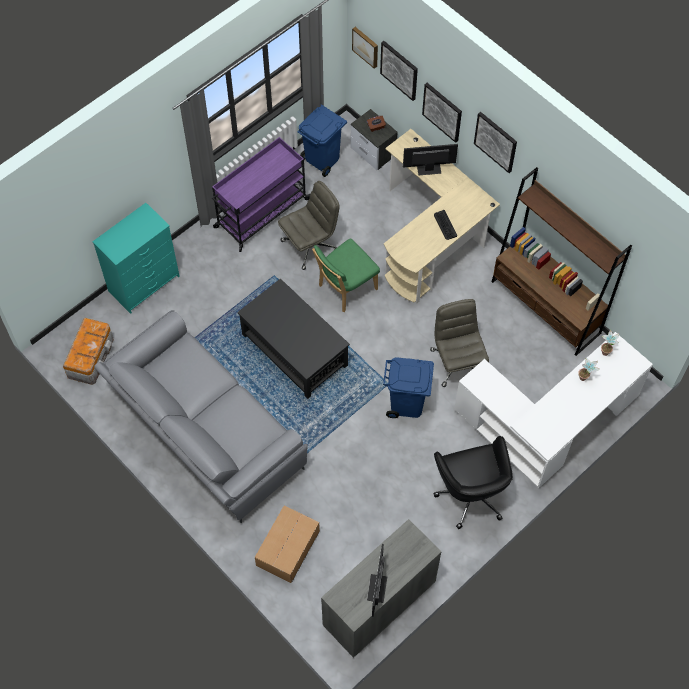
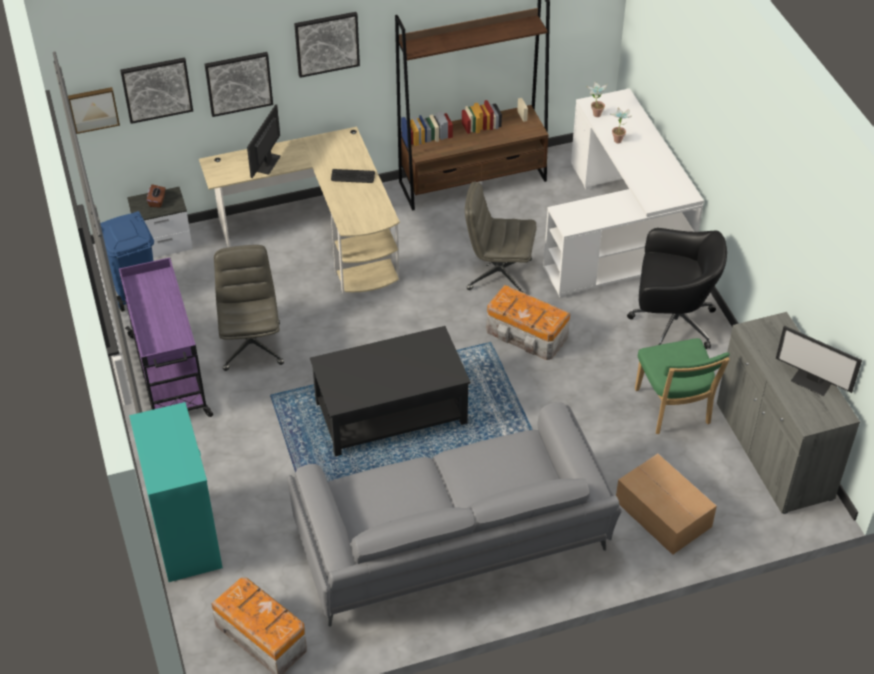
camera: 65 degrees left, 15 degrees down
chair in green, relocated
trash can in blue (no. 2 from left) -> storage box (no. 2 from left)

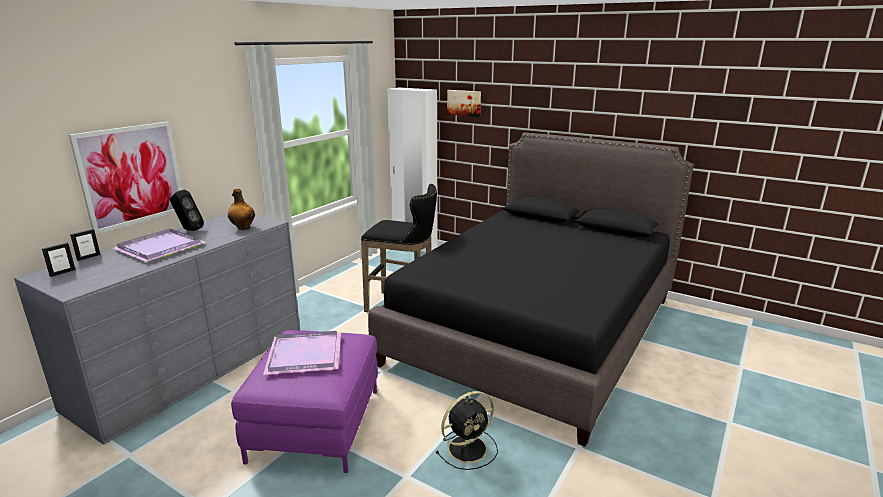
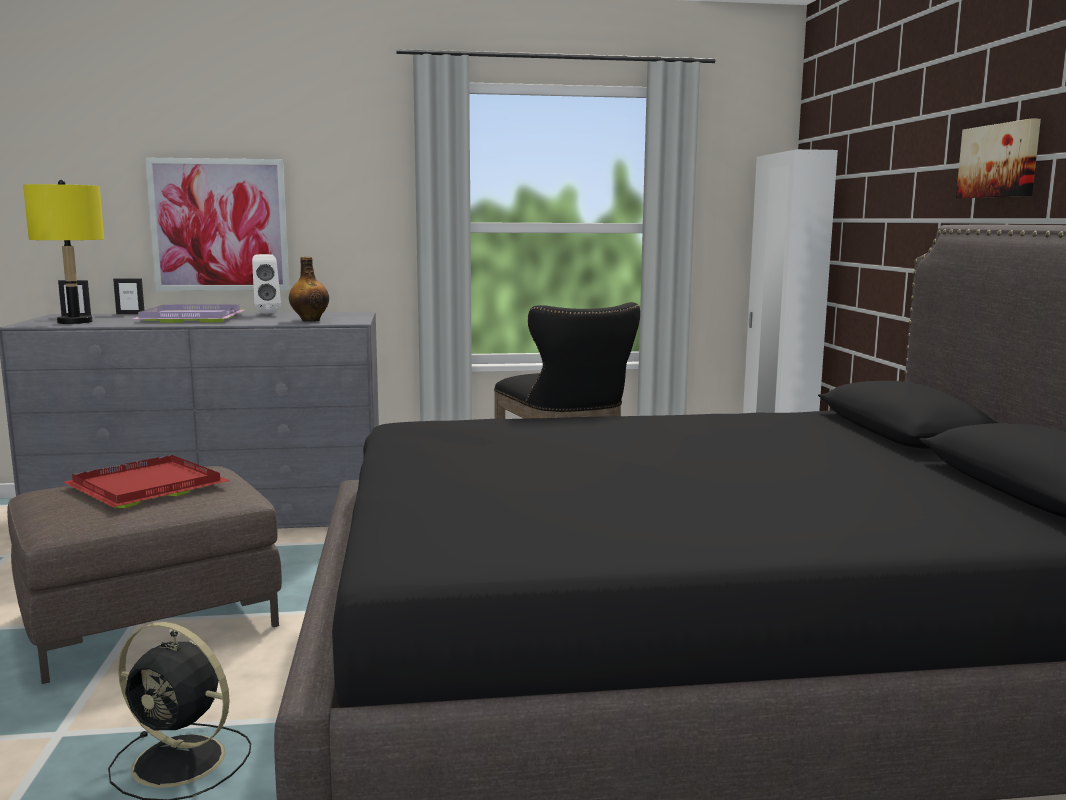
camera: 50 degrees right, 10 degrees down
speaker in black -> speaker in white
ottoman in purple -> ottoman in brown
tray in purple (no. 2 from left) -> tray in red
picture (no. 2 from left), relocated
none -> table lamp in yellow

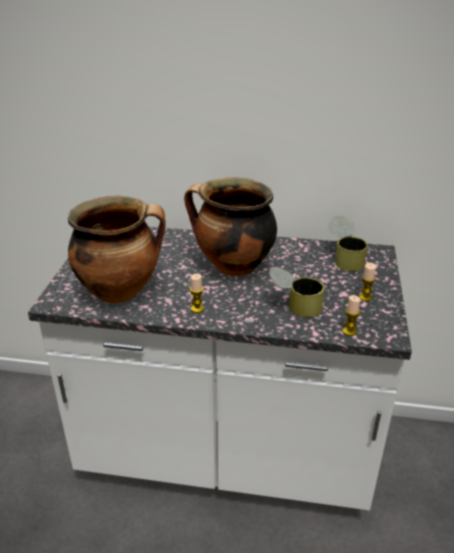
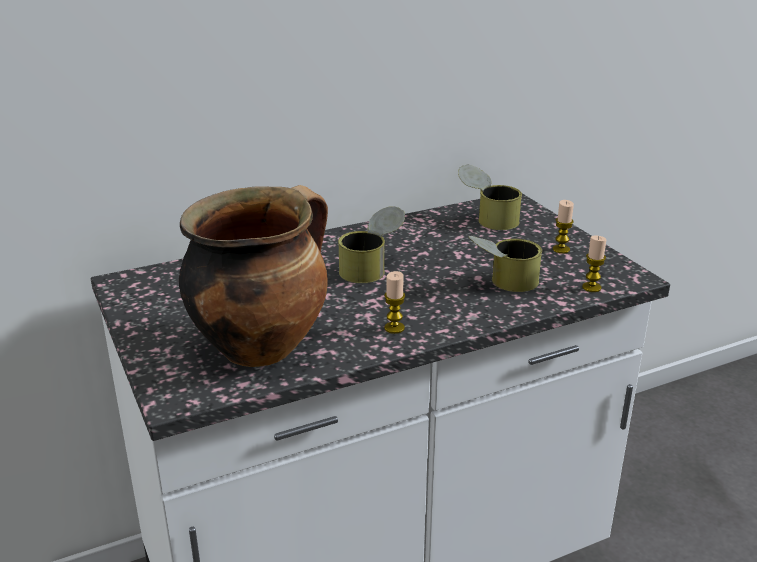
camera: 35 degrees left, 5 degrees down
cooking pot (no. 2 from left) -> can (no. 1 from left)

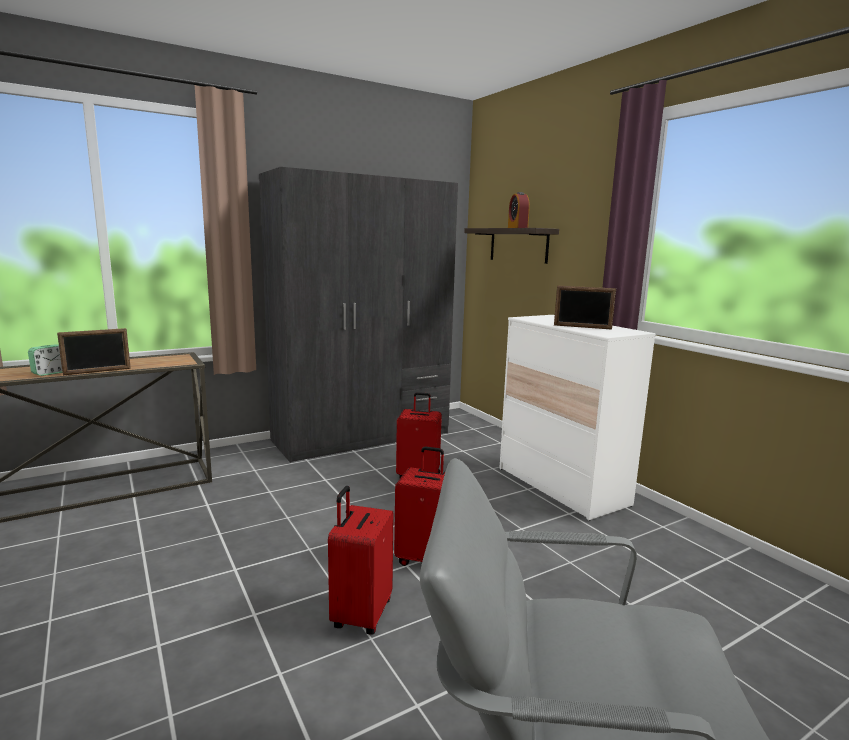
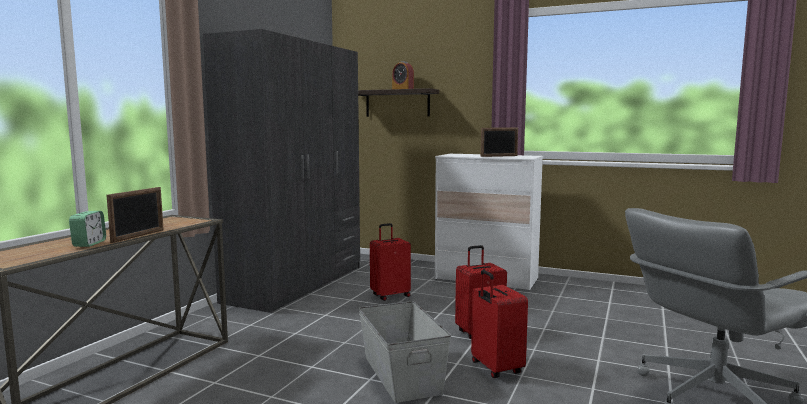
camera: 35 degrees left, 5 degrees down
none -> storage box in grey

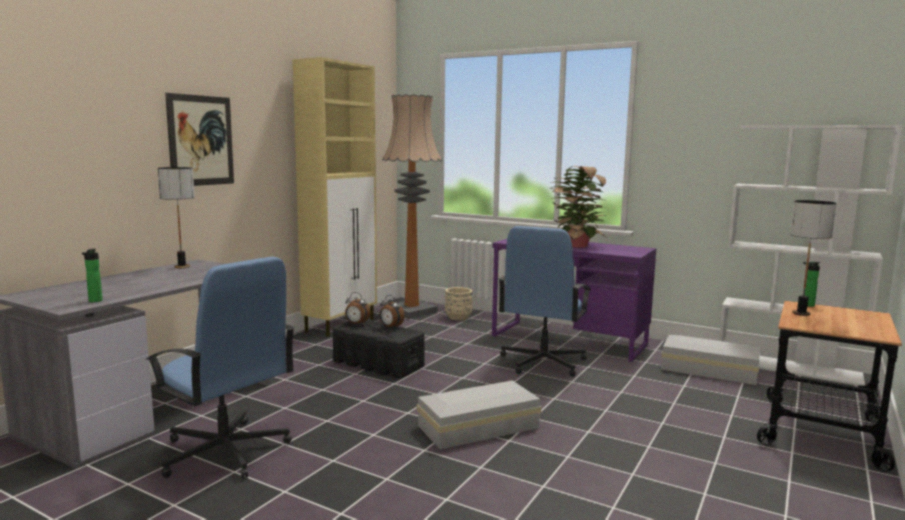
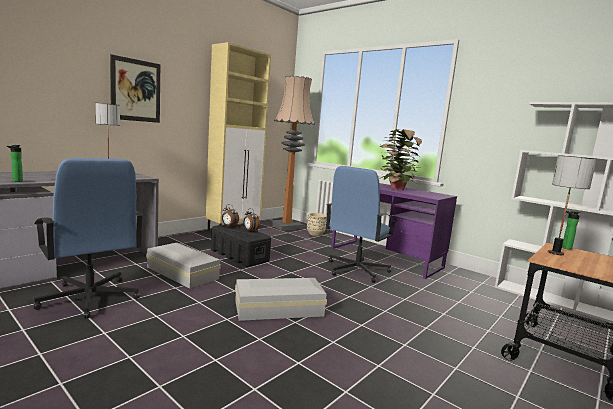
camera: 10 degrees right, 0 degrees up
storage box in white (no. 2 from left in the first image) -> storage box in white (no. 1 from left), relocated

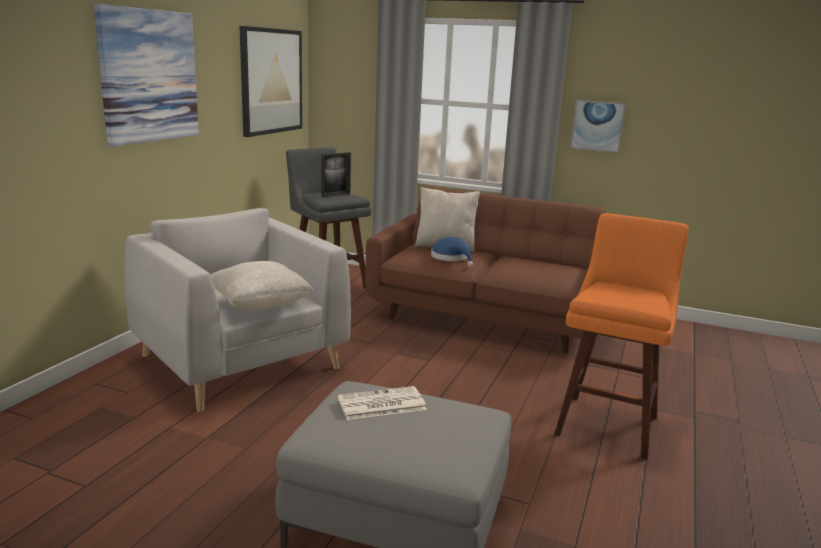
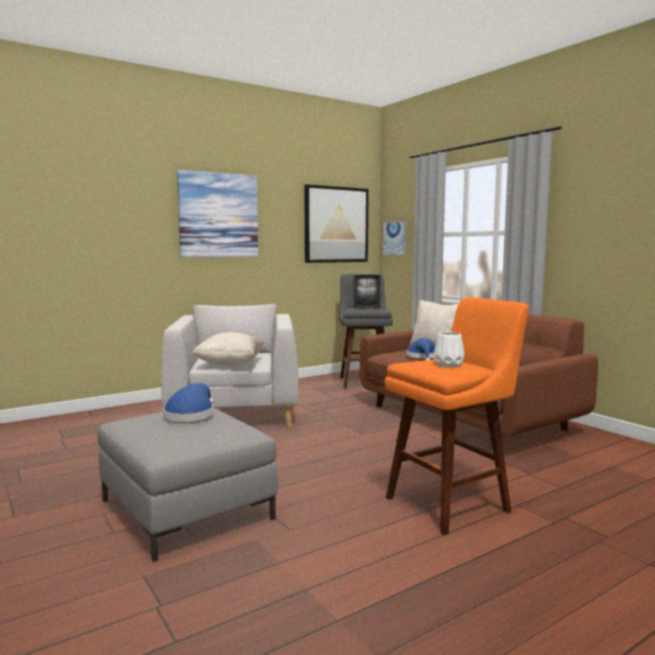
camera: 35 degrees right, 10 degrees down
newspaper -> hat in blue (no. 1 from left)
picture (no. 3 from left), relocated
none -> vase in white

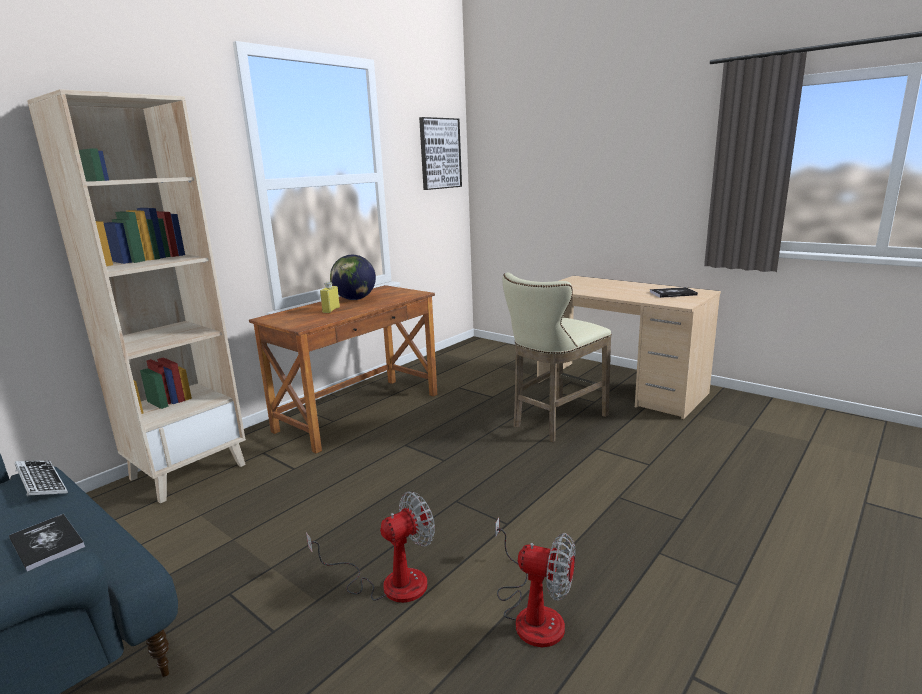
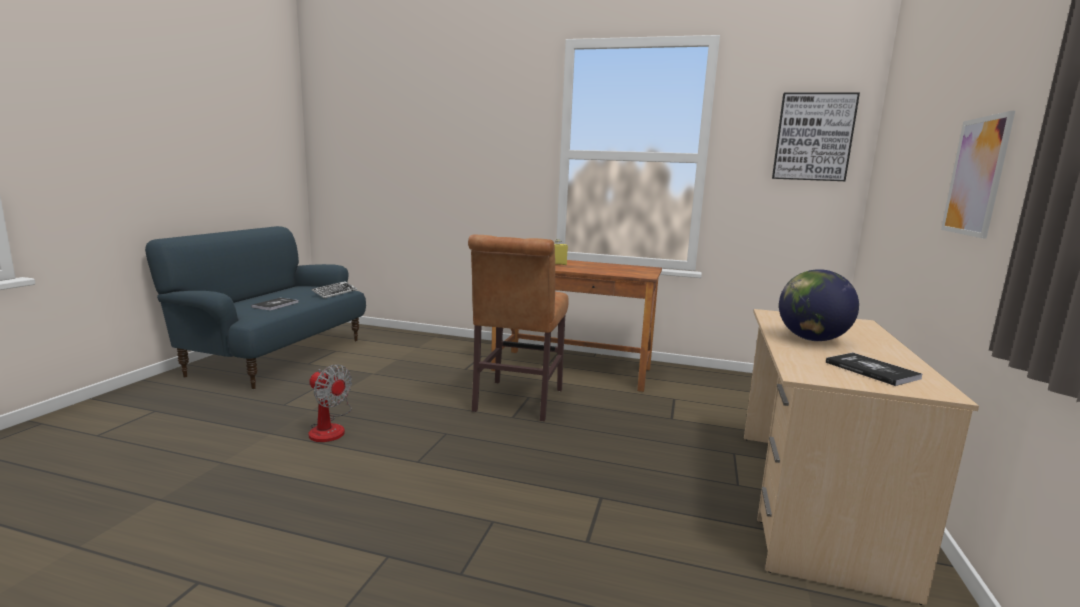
camera: 65 degrees right, 5 degrees down
bookcase in beige -> none
globe, relocated
fan (no. 2 from left) -> none
stool in beige -> none
none -> chair in brown
none -> picture (no. 2 from left)

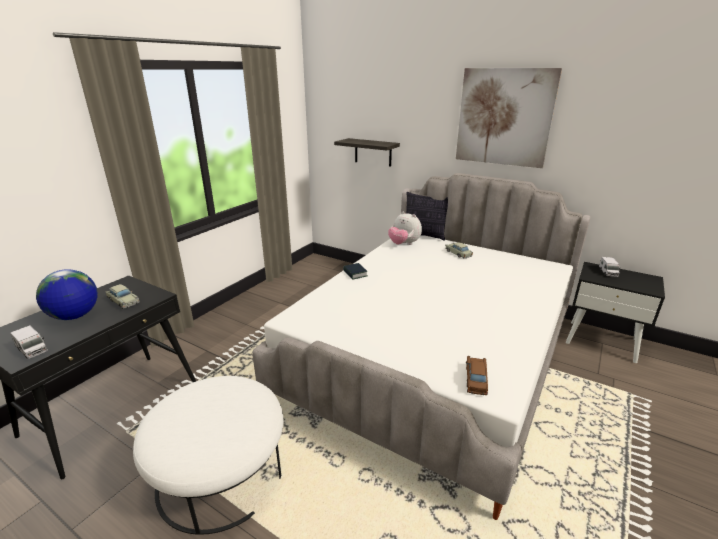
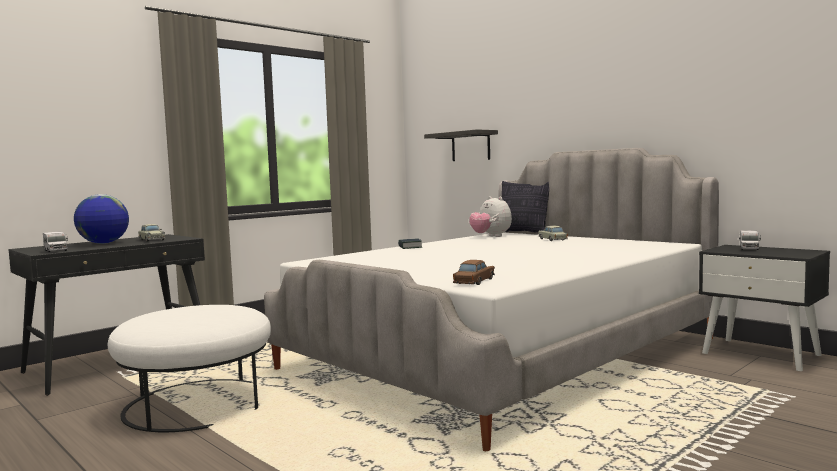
camera: 15 degrees right, 20 degrees down
picture -> none

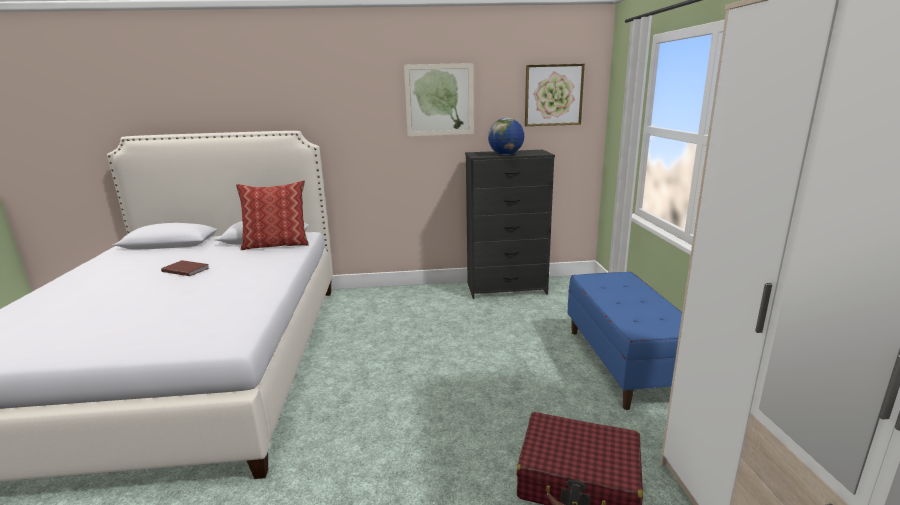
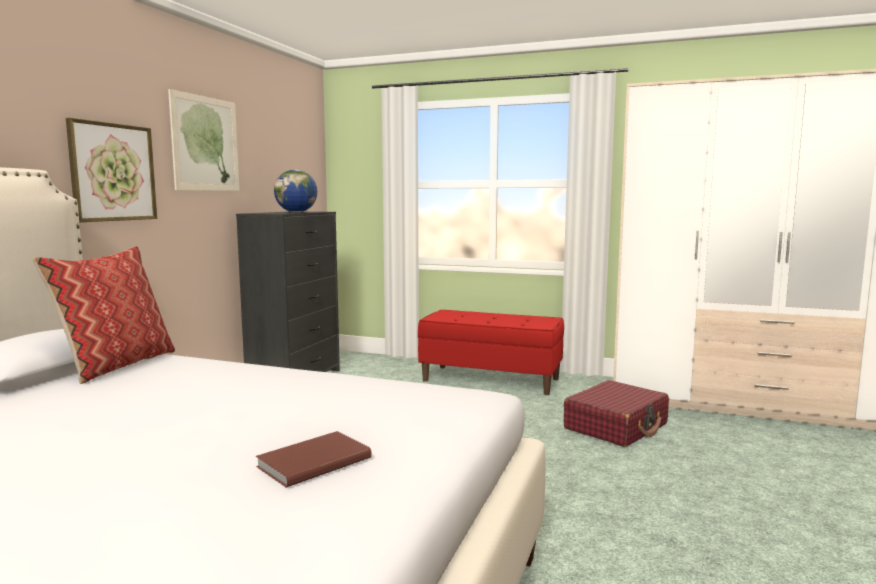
camera: 65 degrees left, 10 degrees down
book in brown, relocated
picture (no. 2 from left in the first image) -> picture (no. 1 from left), relocated
bench in blue -> bench in red

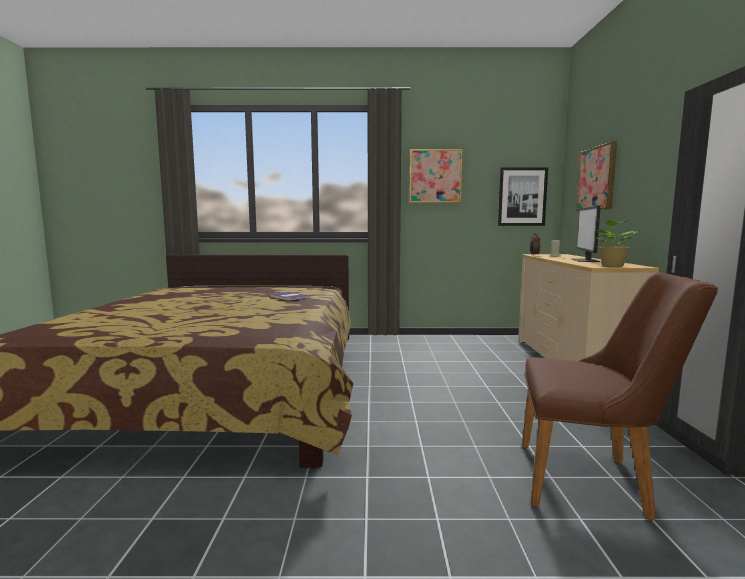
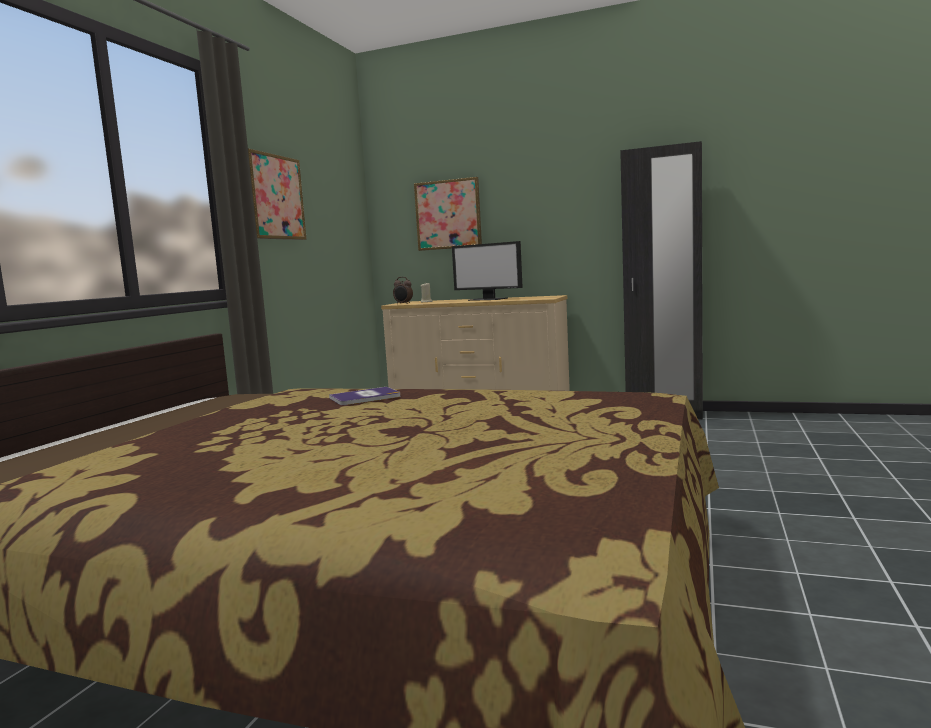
camera: 70 degrees left, 0 degrees up
picture (no. 2 from left) -> none
chair in brown -> none
potted plant -> none

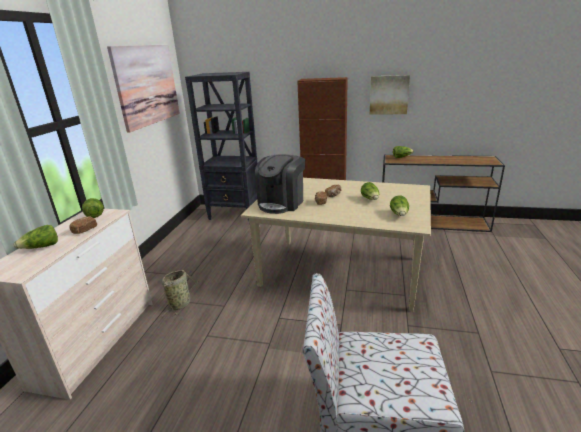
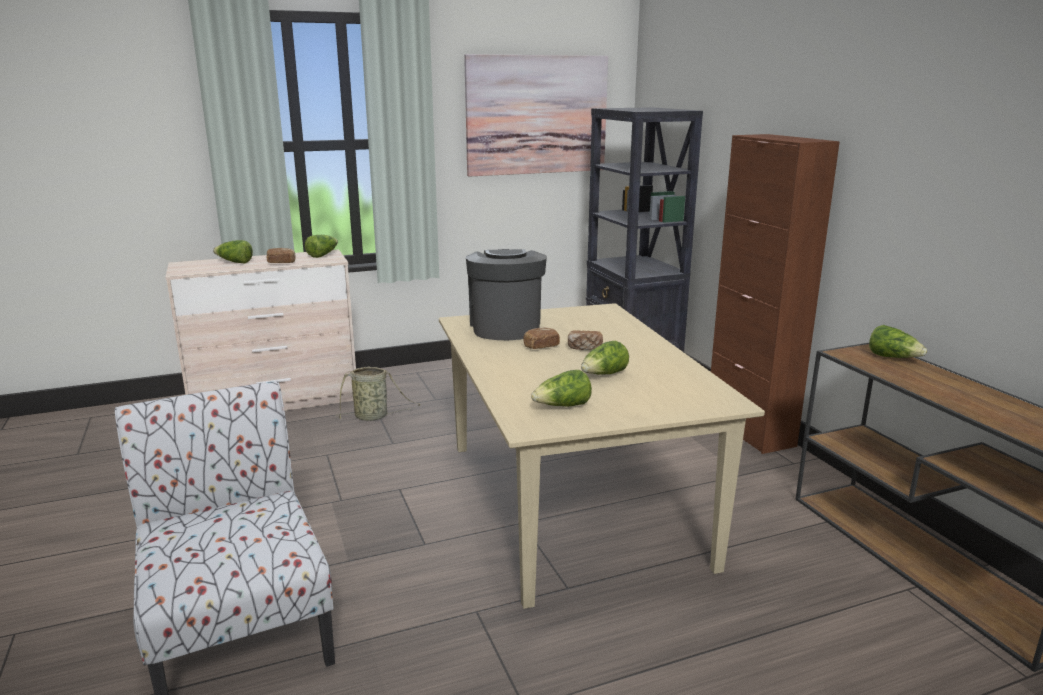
camera: 55 degrees right, 5 degrees down
coffee machine, 90 degrees clockwise
picture (no. 2 from left) -> none

